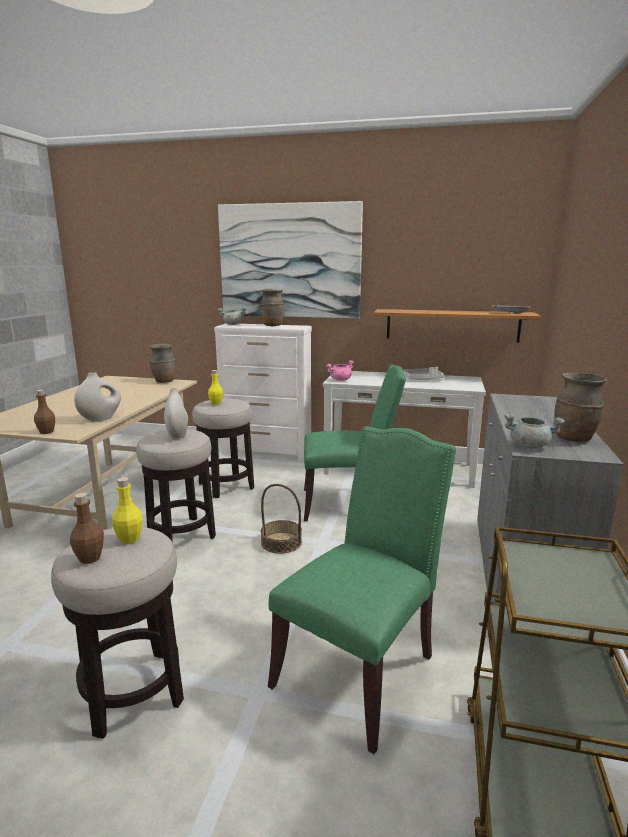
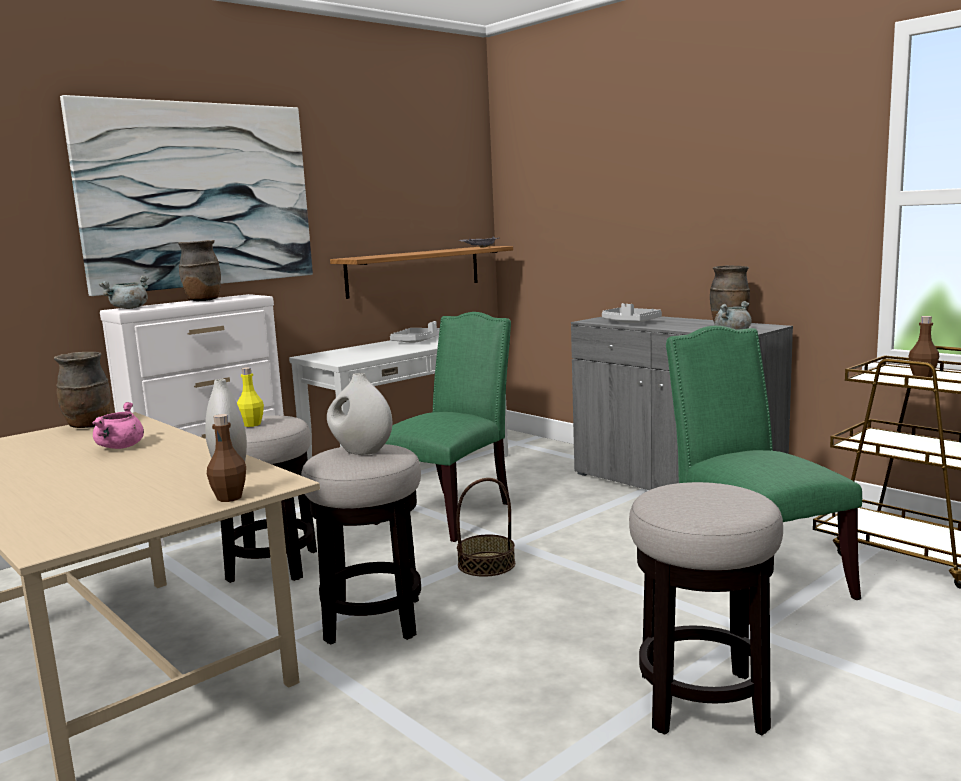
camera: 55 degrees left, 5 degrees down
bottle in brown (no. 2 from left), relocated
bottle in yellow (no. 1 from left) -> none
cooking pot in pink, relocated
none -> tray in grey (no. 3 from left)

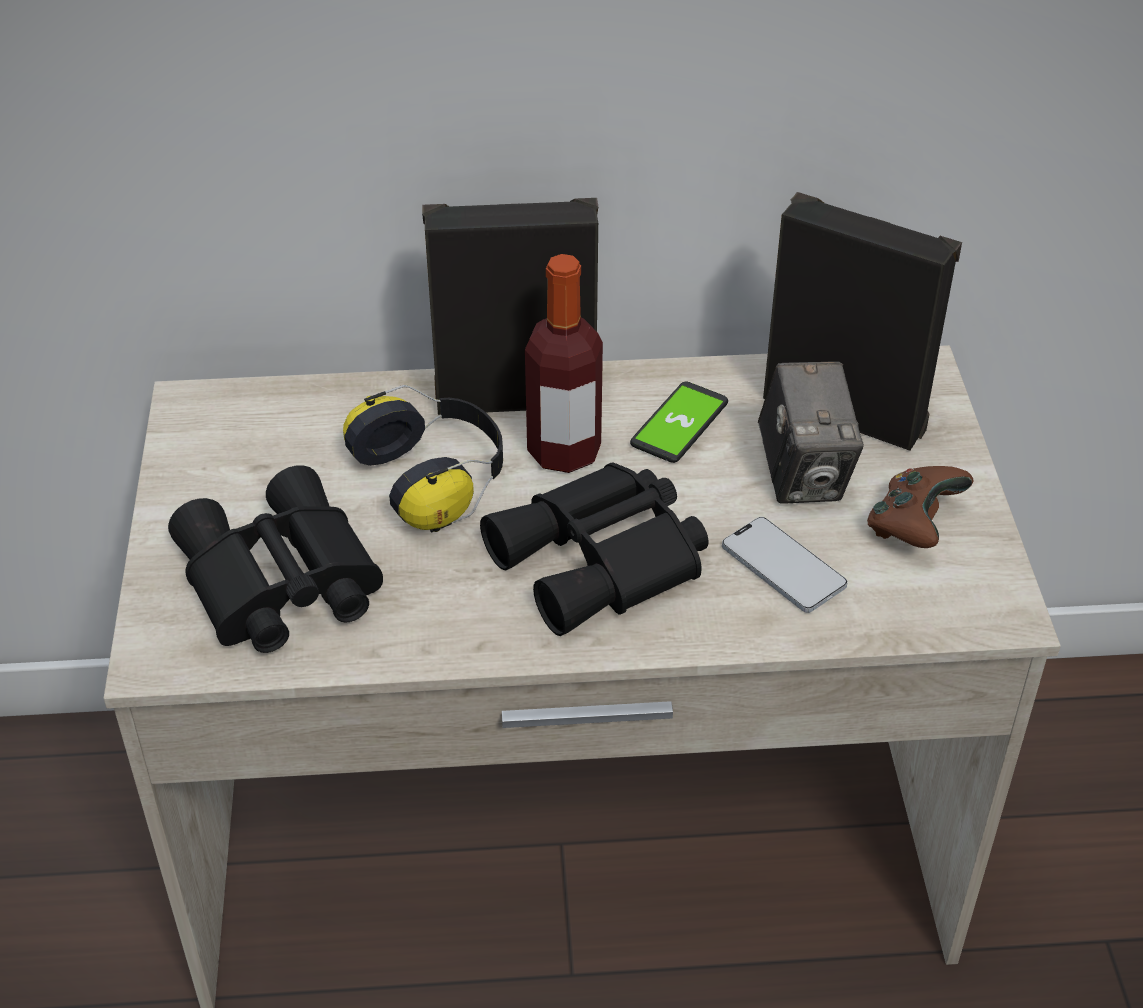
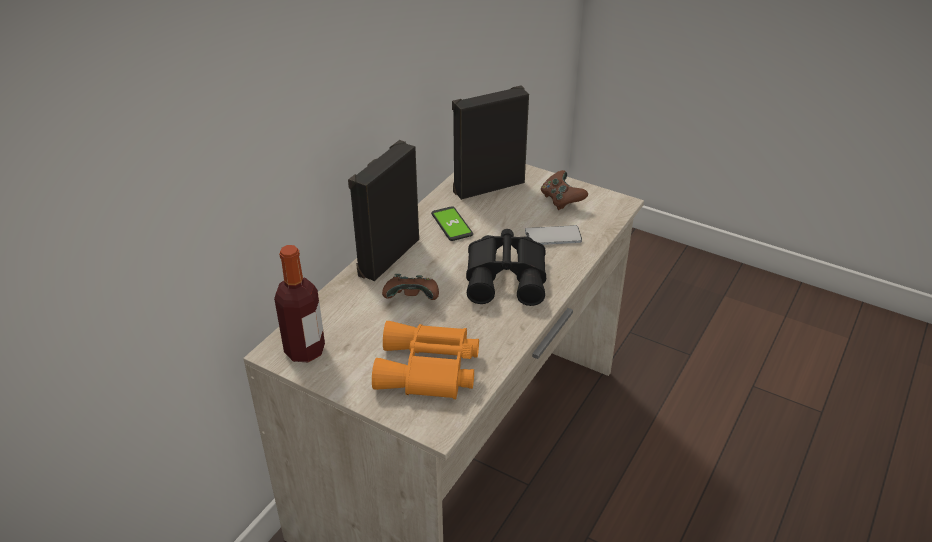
camera: 55 degrees left, 5 degrees down
binoculars in black (no. 1 from left) -> binoculars in orange
headphones -> game controller in brown (no. 1 from left)
bottle, relocated
photo camera -> none

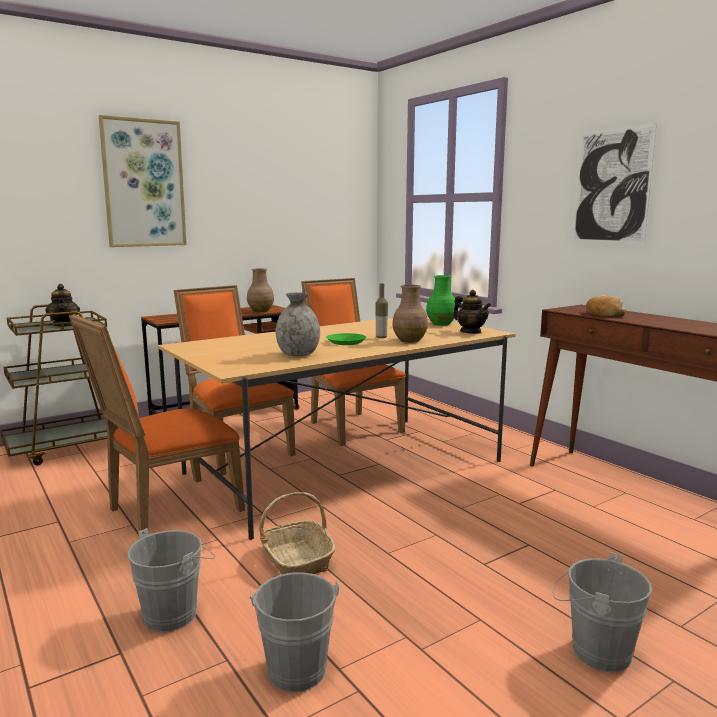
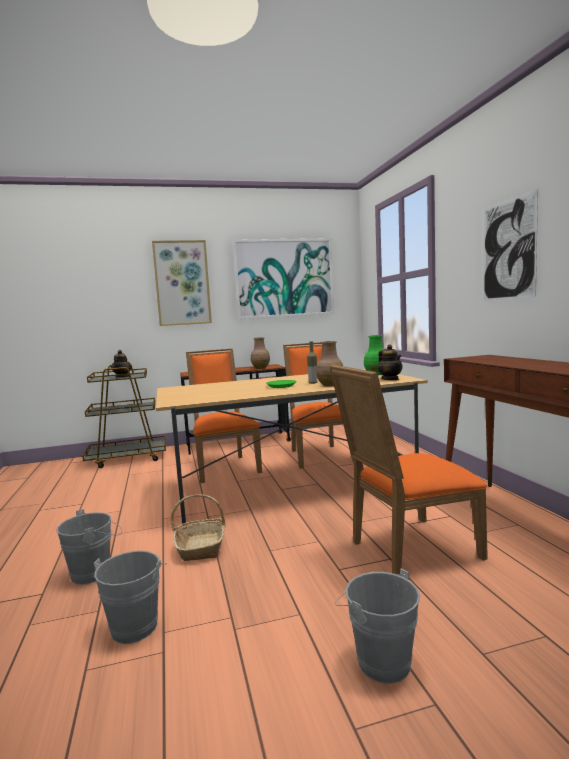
camera: 20 degrees right, 5 degrees down
chair in orange (no. 1 from left in the first image) -> chair in orange (no. 3 from left), relocated
vase in grey -> none
bread -> none
none -> picture (no. 2 from left)

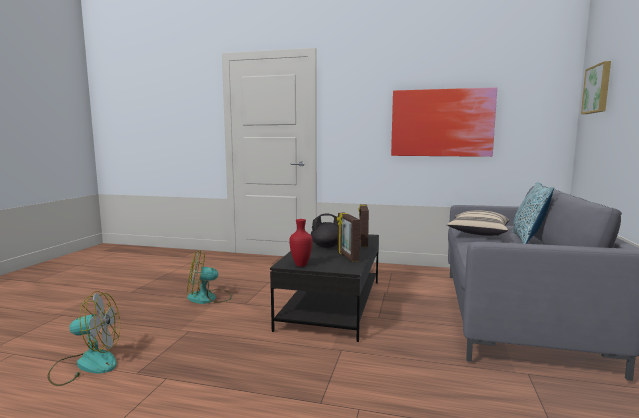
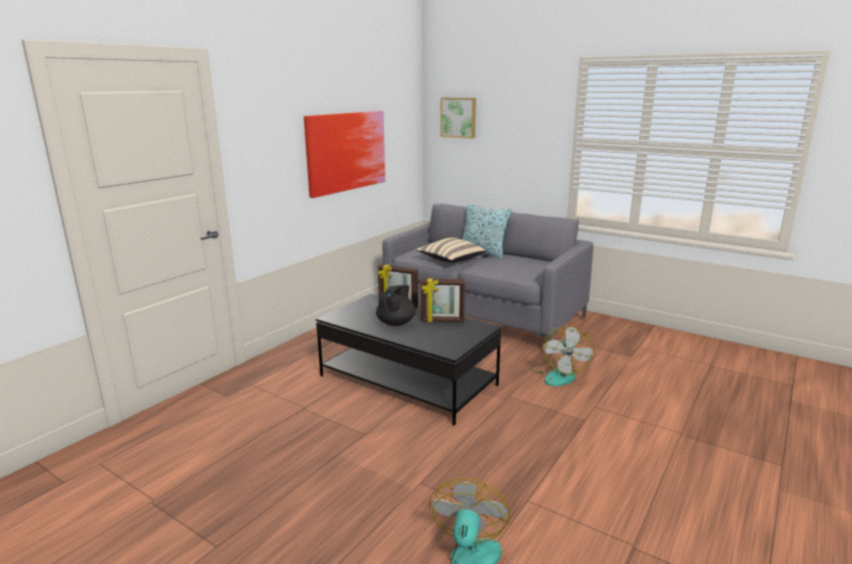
camera: 70 degrees left, 10 degrees up
fan (no. 2 from left), relocated
vase in red -> none

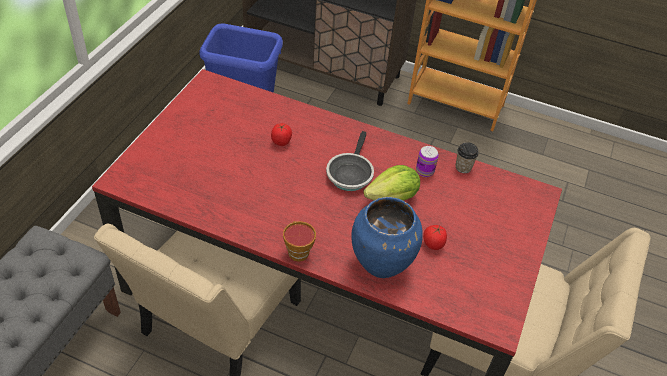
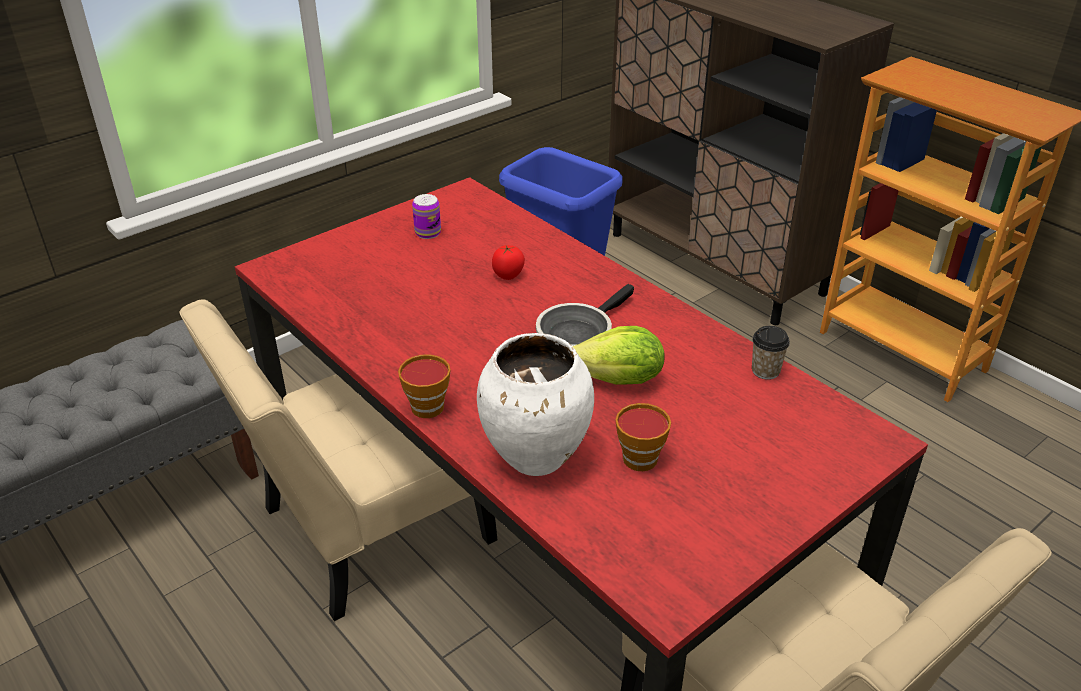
camera: 30 degrees right, 10 degrees down
vase in blue -> vase in white
can, relocated
tomato (no. 2 from left) -> cup (no. 2 from left)

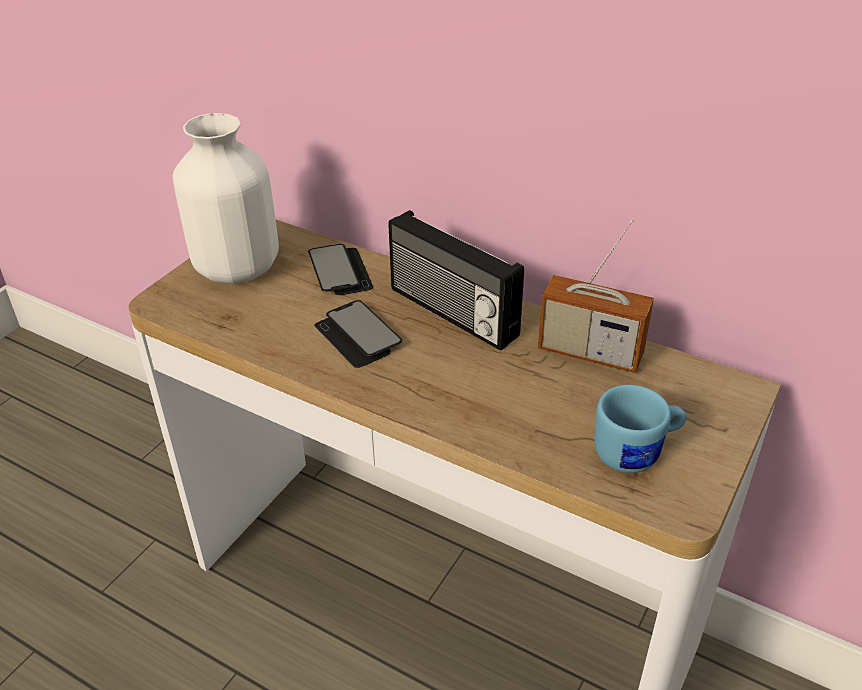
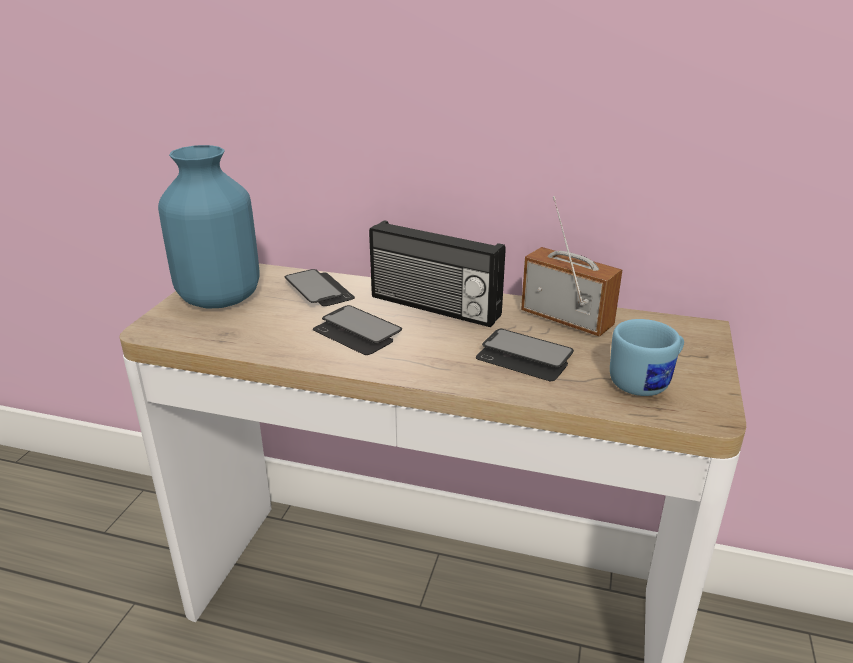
camera: 15 degrees left, 10 degrees down
vase in white -> vase in blue
radio (no. 2 from left), 150 degrees counterclockwise
none -> phone (no. 3 from left)

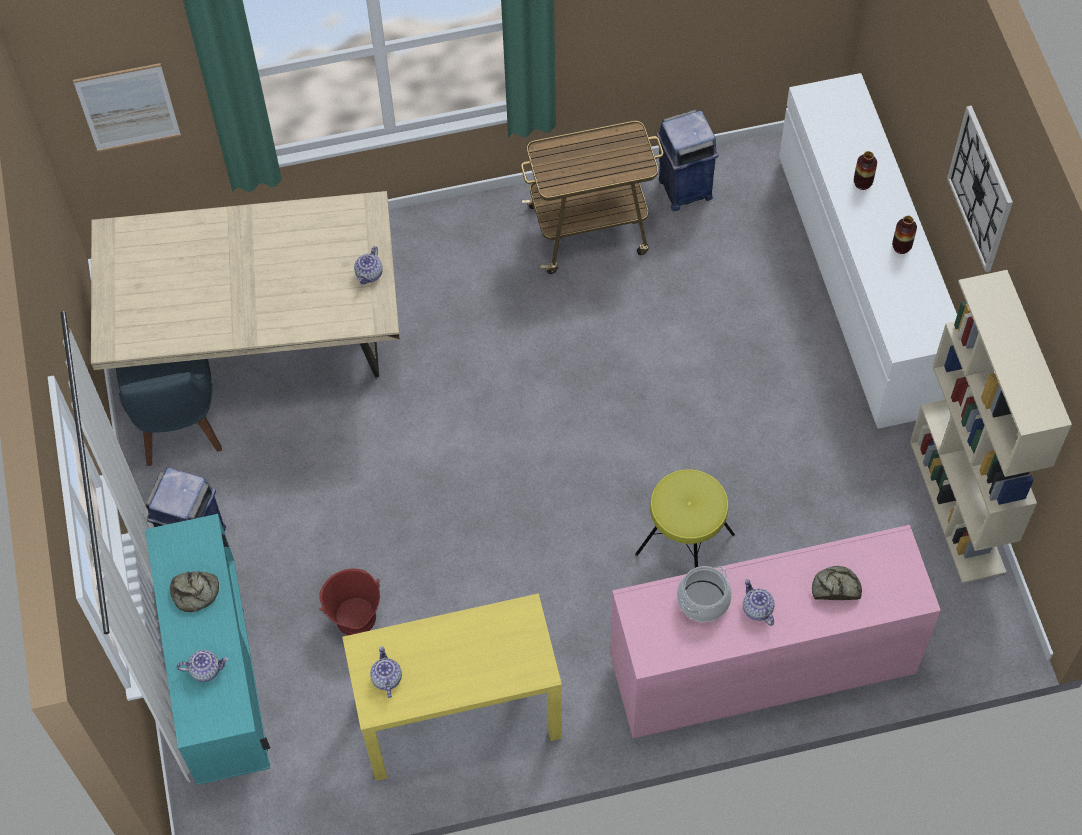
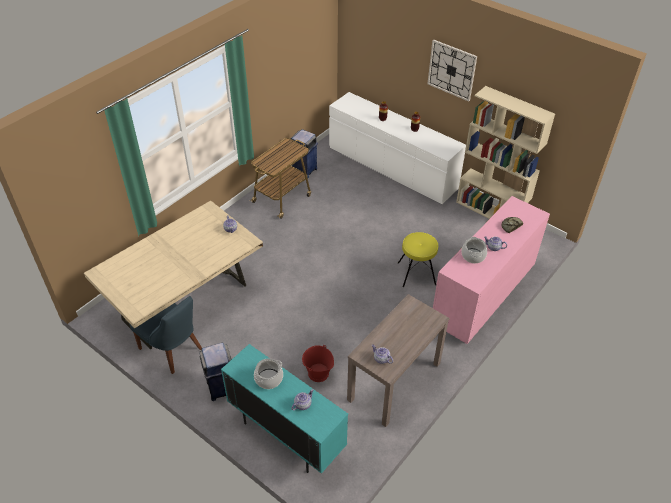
camera: 40 degrees left, 15 degrees down
picture -> none
bread (no. 1 from left) -> cooking pot (no. 1 from left)
console table in yellow -> console table in brown

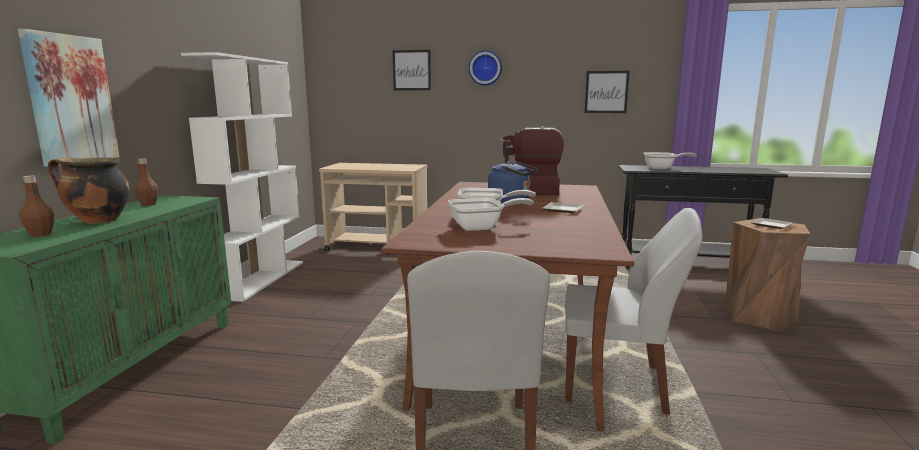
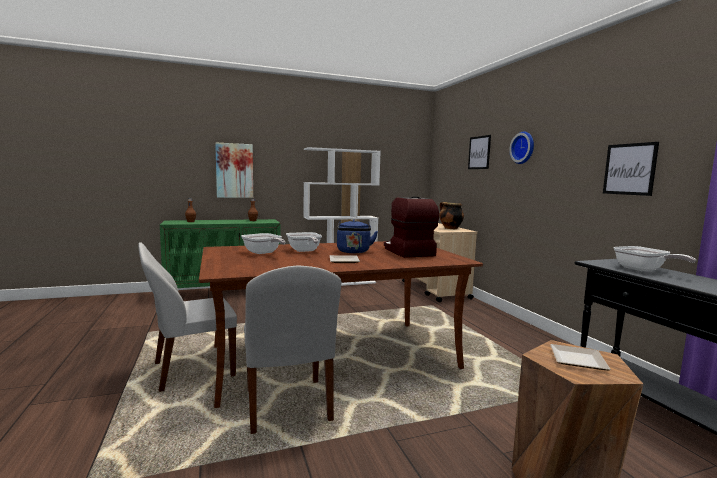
camera: 60 degrees right, 5 degrees down
cooking pot, relocated

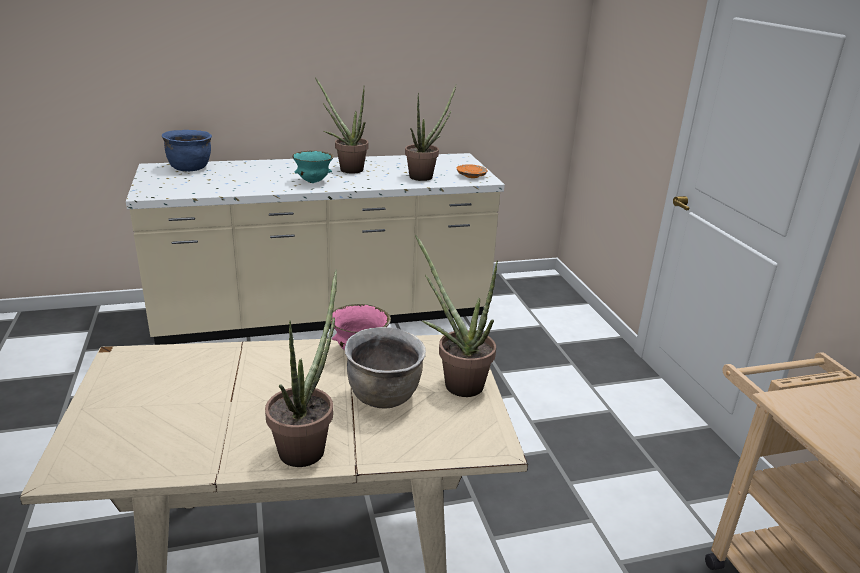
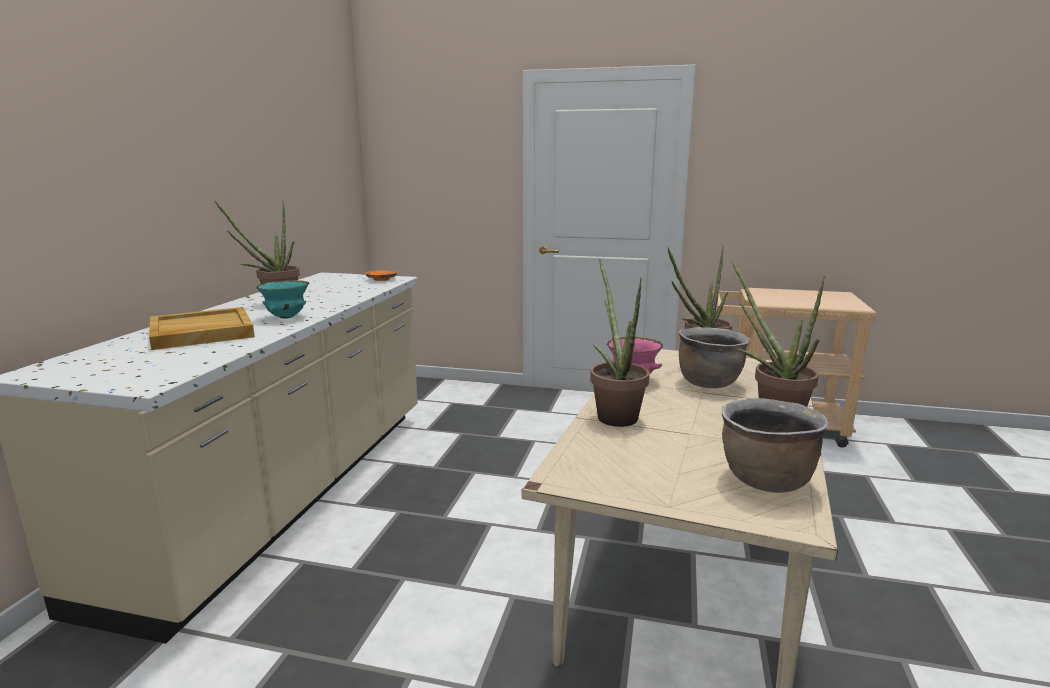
camera: 60 degrees left, 10 degrees down
cooking pot in blue -> none
potted plant (no. 3 from left in the first image) -> potted plant (no. 2 from left), relocated
none -> tray in beige
none -> cooking pot in brown (no. 2 from left)

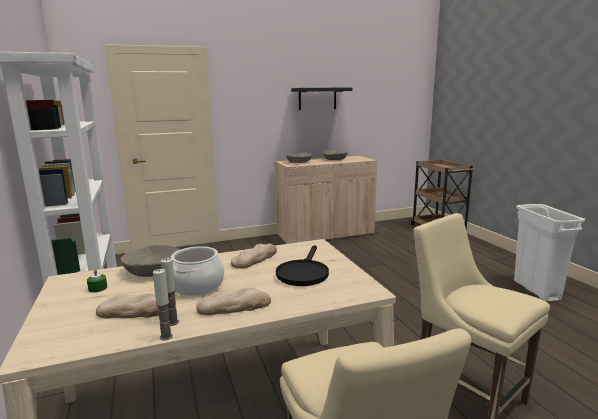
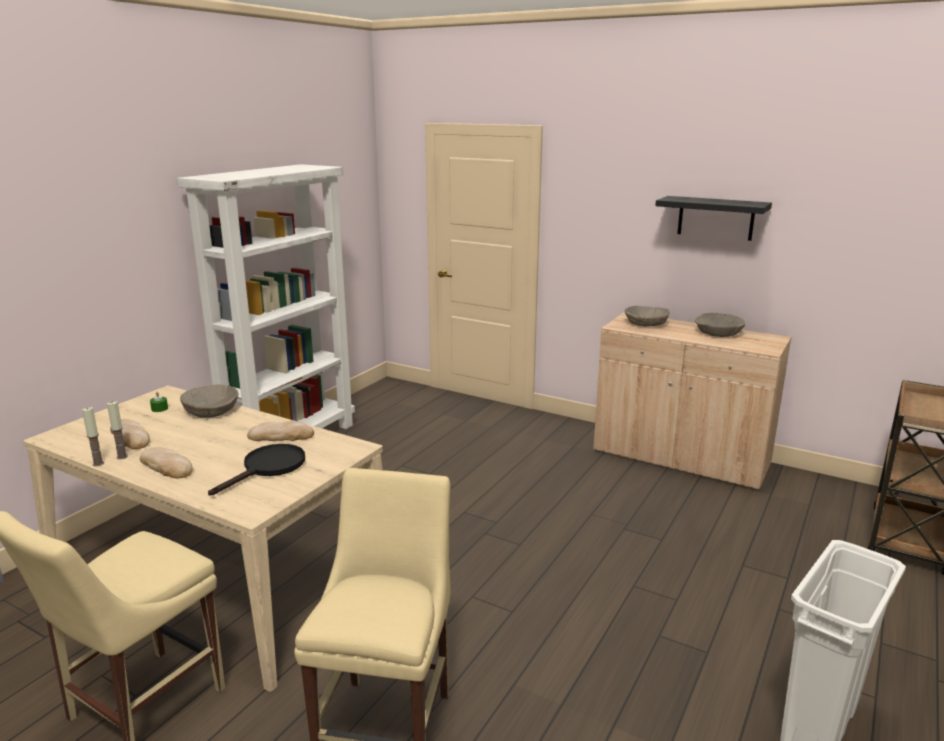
camera: 50 degrees right, 5 degrees up
cooking pot -> none
frying pan in black, 150 degrees clockwise

